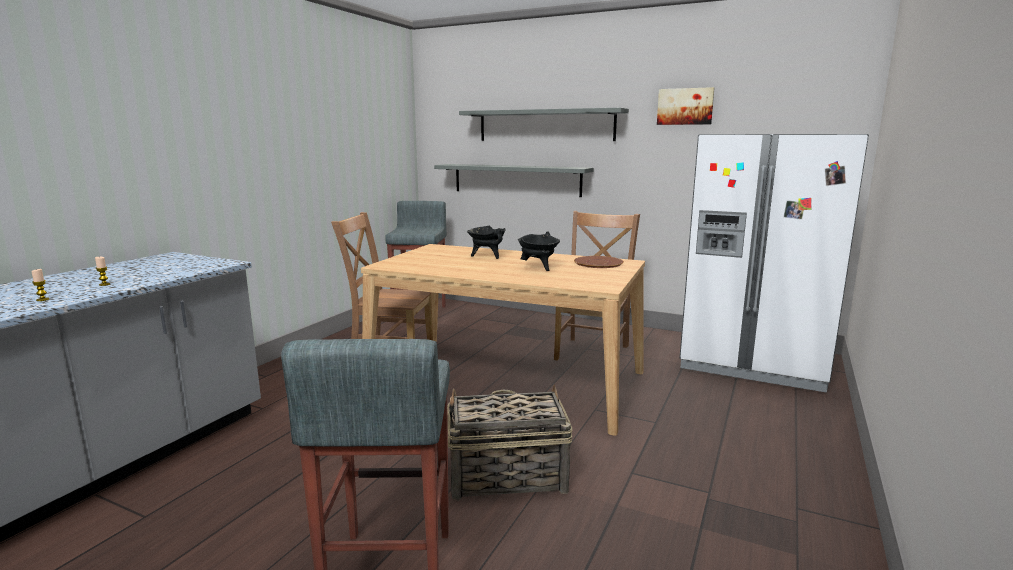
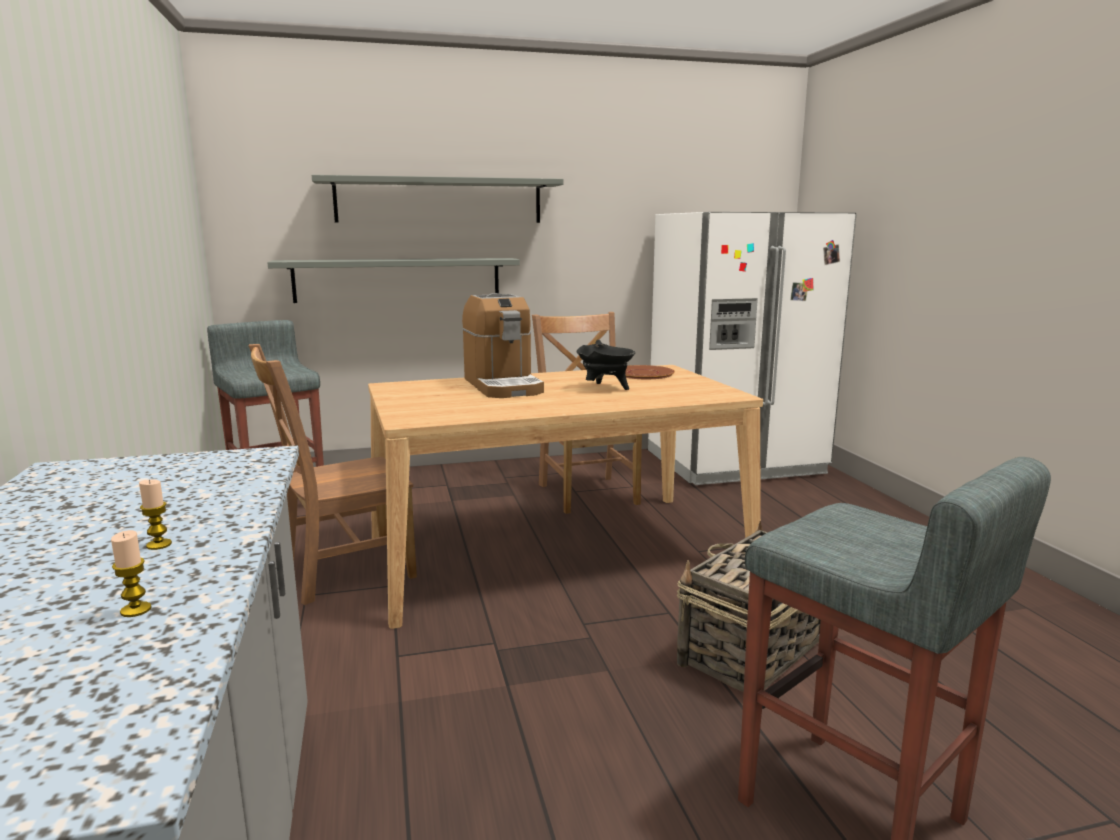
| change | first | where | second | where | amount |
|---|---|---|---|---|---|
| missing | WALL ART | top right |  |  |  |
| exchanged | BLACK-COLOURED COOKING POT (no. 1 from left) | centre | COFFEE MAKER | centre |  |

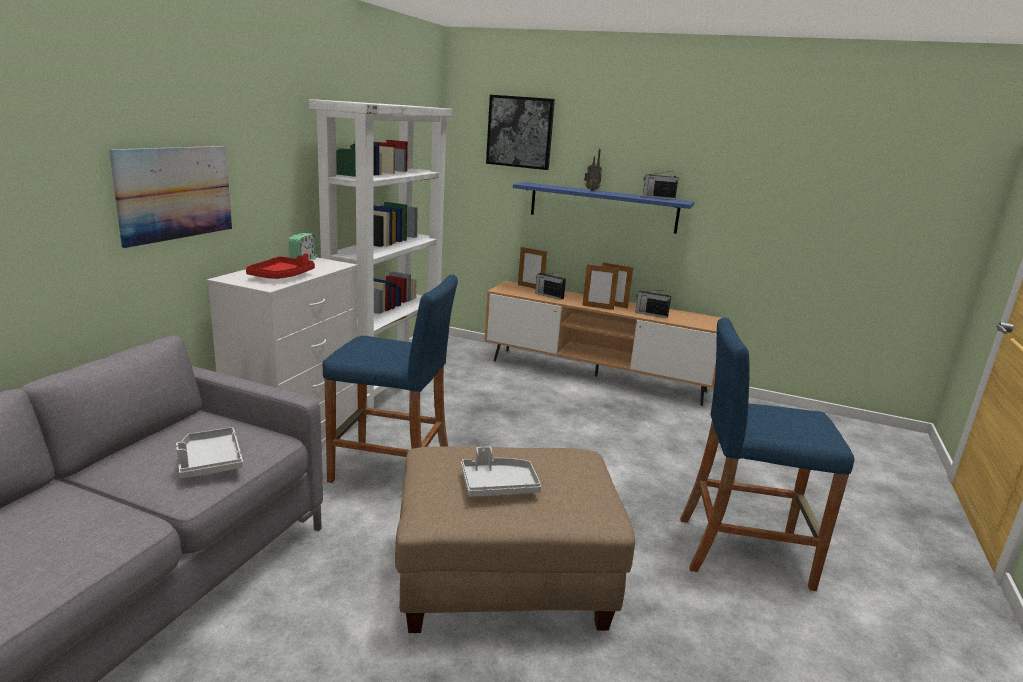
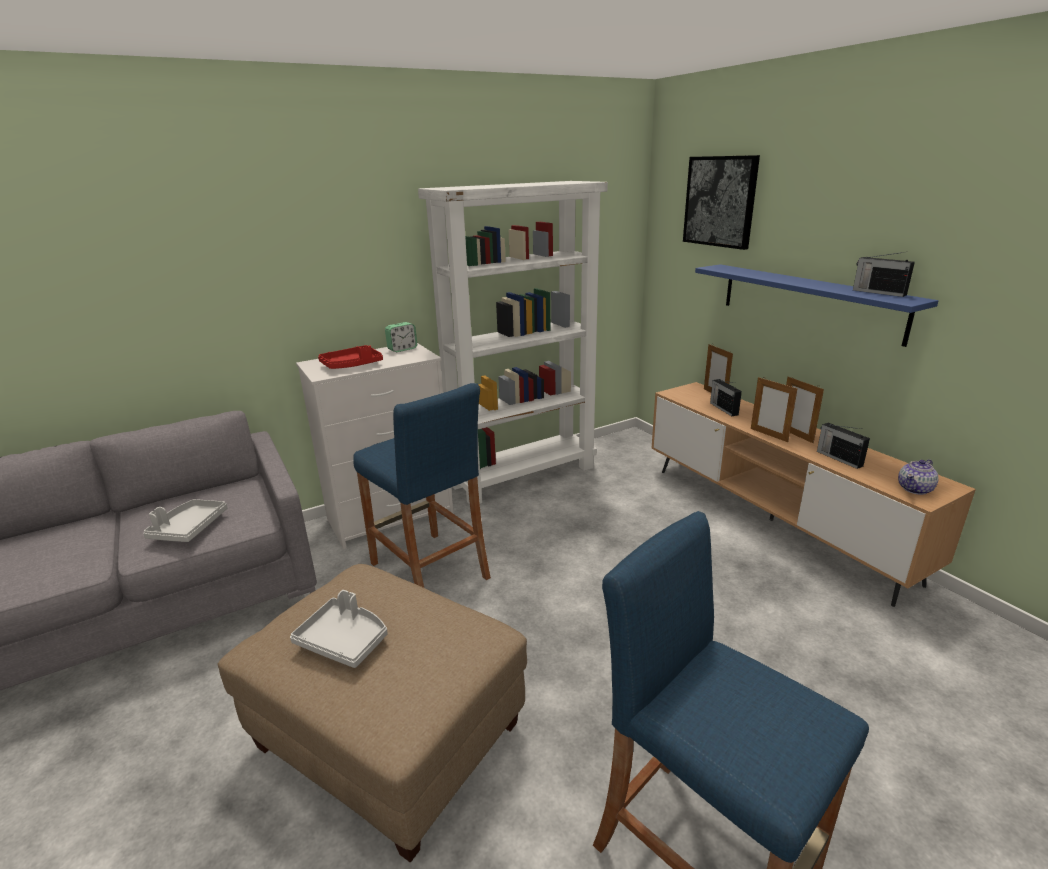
| change | first | where | second | where | amount |
|---|---|---|---|---|---|
| missing | WALL ART (no. 1 from left) | top left |  |  |  |
| missing | RADIO (no. 2 from left) | top centre |  |  |  |
| appeared |  |  | TEAPOT | middle right |  |

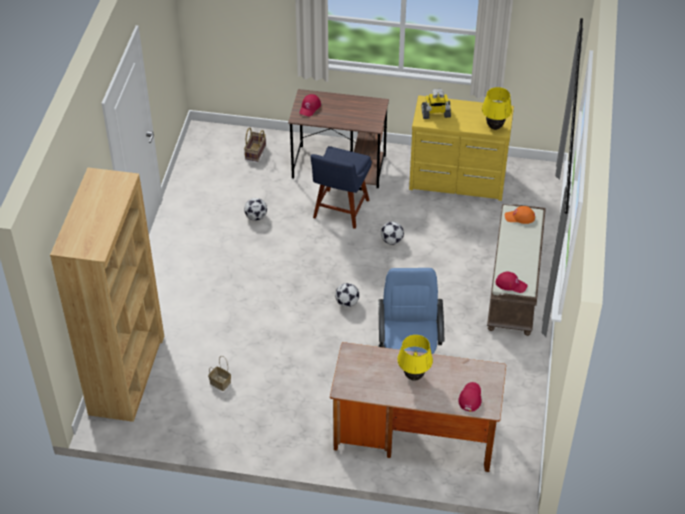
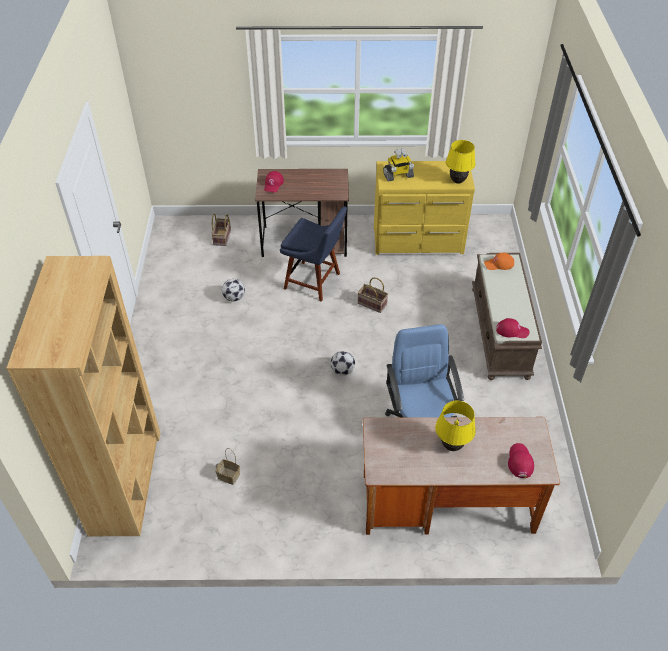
| change | first | where | second | where | amount |
|---|---|---|---|---|---|
| spun | BLUE-COLOURED CHAIR | centre |  | centre | 75 degrees counterclockwise |
| exchanged | BALL FOR FOOTBALL (no. 3 from left) | centre | BASKET (no. 3 from left) | centre |  |

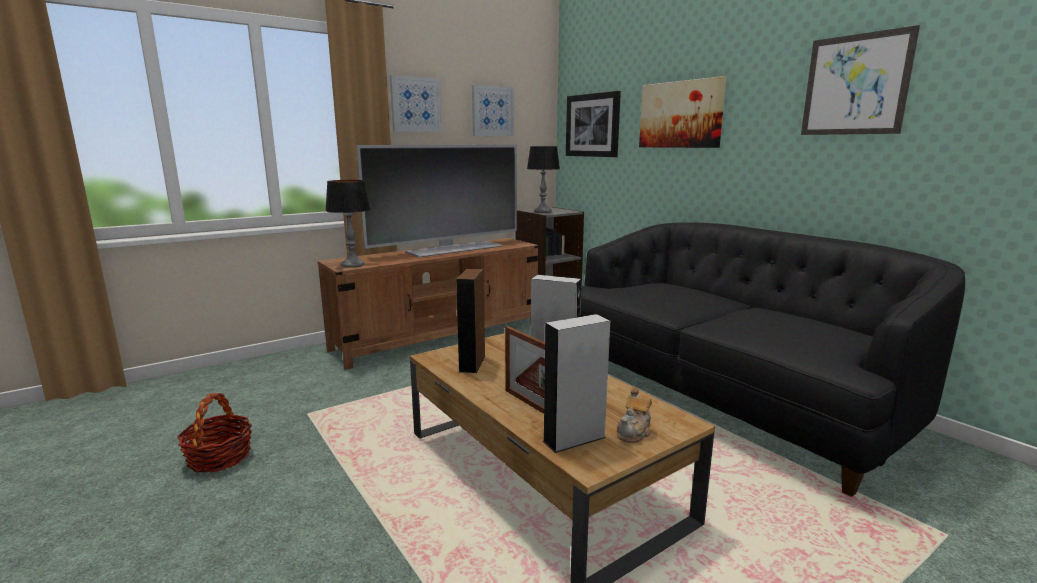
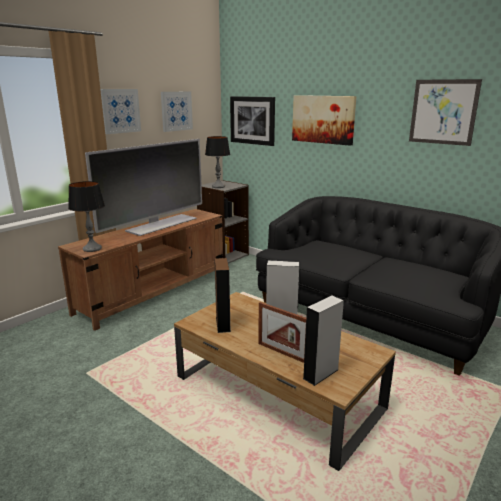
| change | first | where | second | where | amount |
|---|---|---|---|---|---|
| missing | TEAPOT | bottom centre |  |  |  |
| missing | BASKET | bottom left |  |  |  |

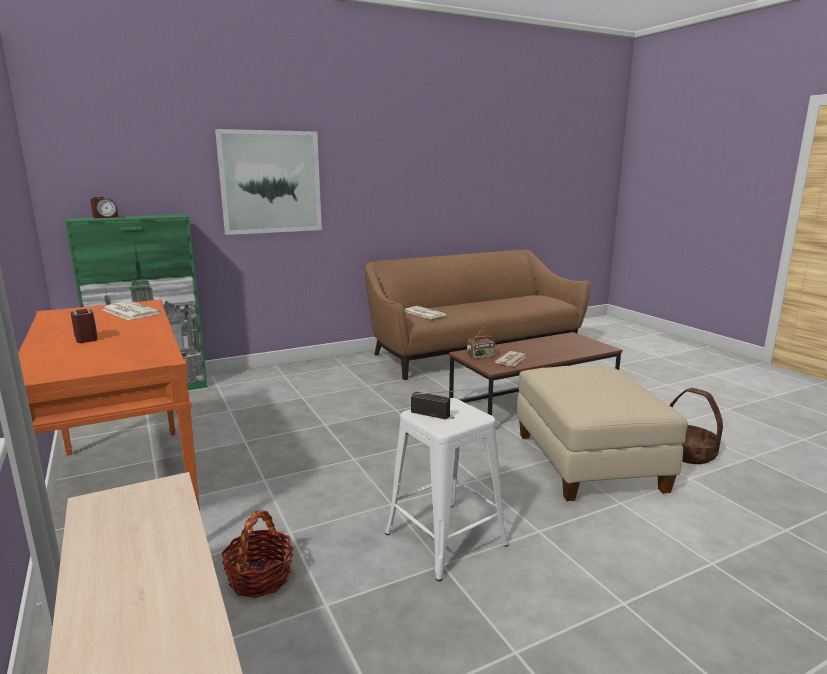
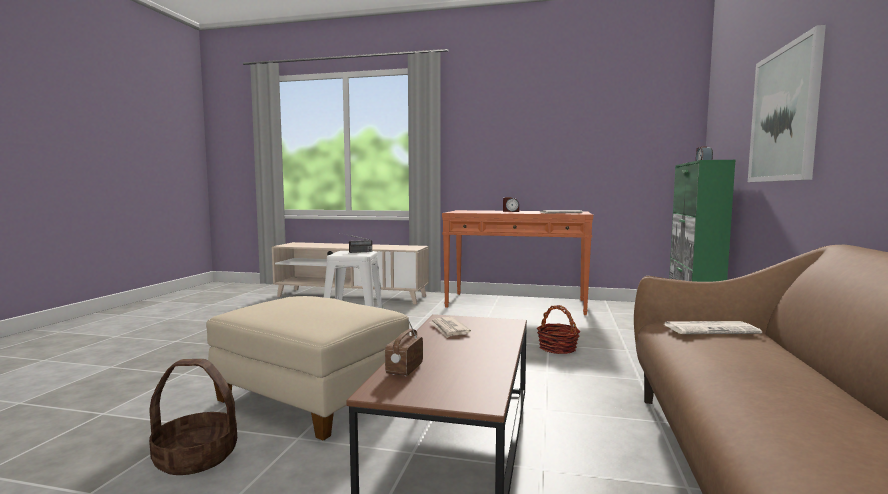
| change | first | where | second | where | amount |
|---|---|---|---|---|---|
| relocated | RADIO (no. 2 from left) | centre |  | bottom centre |  |
| relocated | BASKET (no. 1 from left in the first image) | bottom left | BASKET (no. 2 from left) | centre |  |

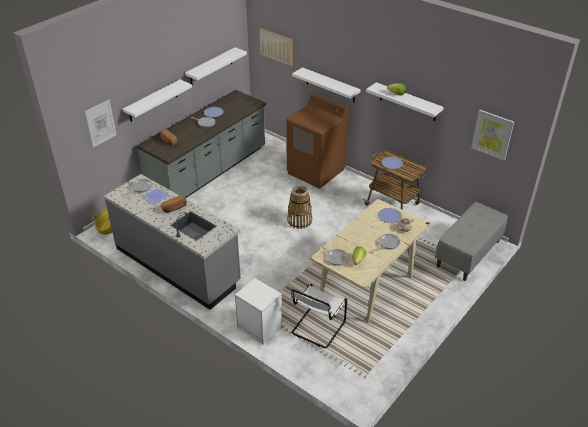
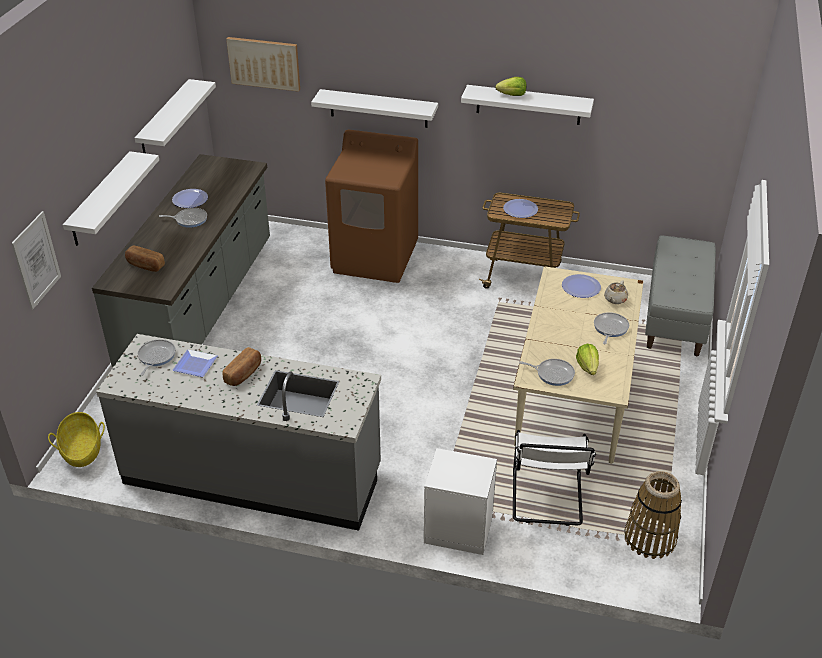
| change | first | where | second | where | amount |
|---|---|---|---|---|---|
| missing | WALL ART (no. 3 from left) | top right |  |  |  |
| relocated | BASKET (no. 2 from left) | centre |  | bottom right |  |

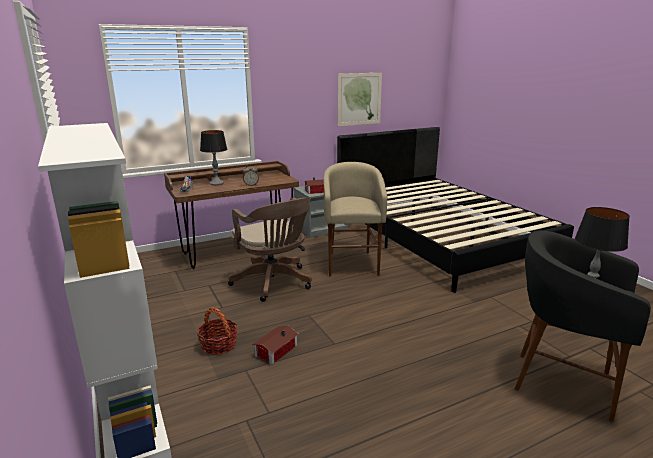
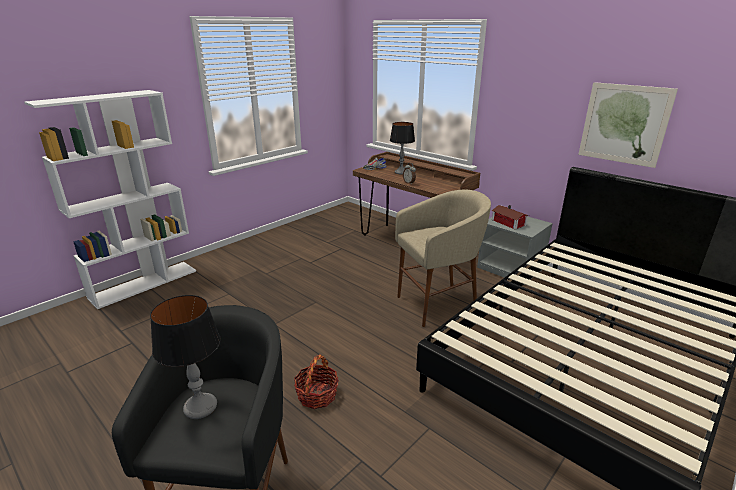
| change | first | where | second | where | amount |
|---|---|---|---|---|---|
| missing | BROWN COMPUTER CHAIR | centre |  |  |  |
| relocated | BASKET | bottom left |  | bottom centre |  |
| missing | TOY HOUSE (no. 1 from left) | bottom centre |  |  |  |

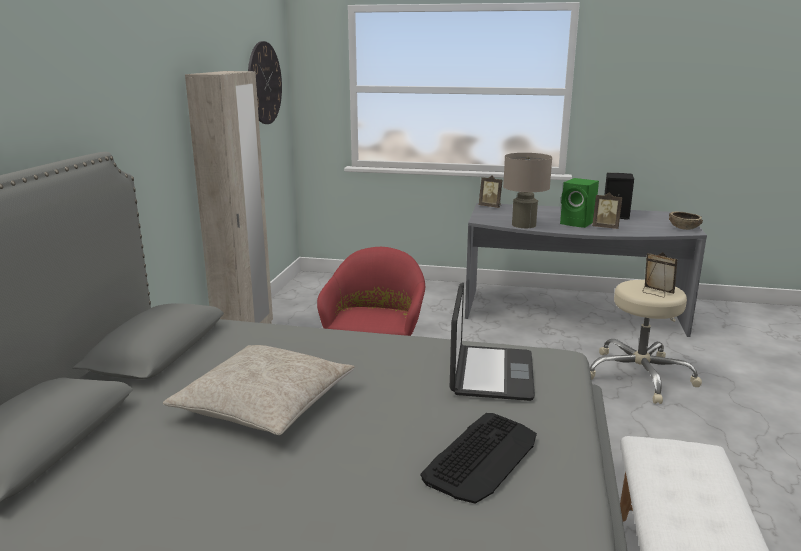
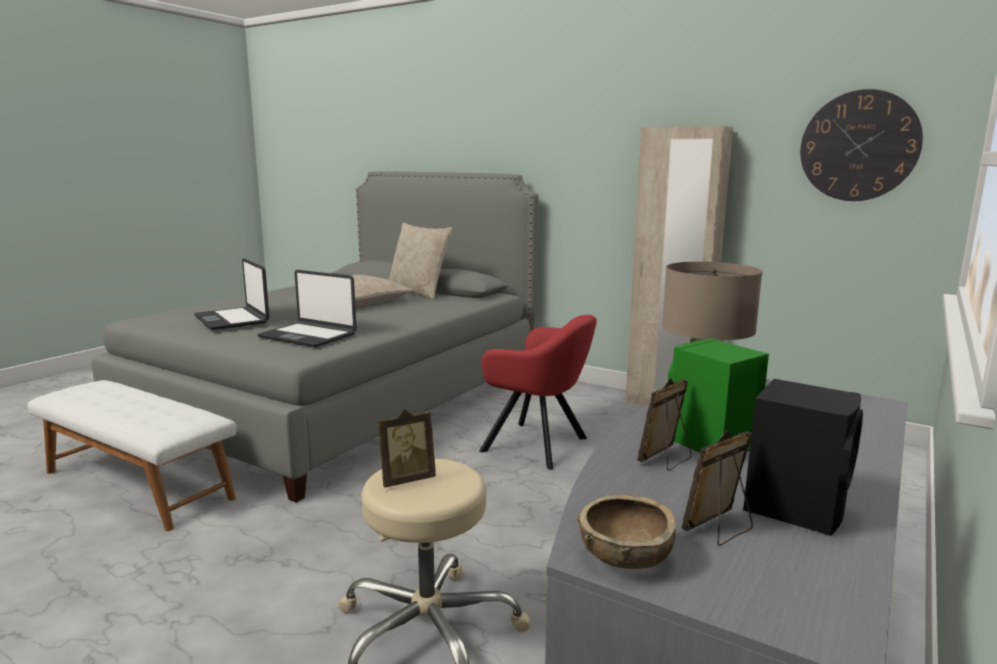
| change | first | where | second | where | amount |
|---|---|---|---|---|---|
| relocated | STANDING FRAME (no. 1 from left in the first image) | centre | STANDING FRAME (no. 3 from left) | bottom right |  |
| exchanged | KEYBOARD | bottom centre | PORTABLE COMPUTER (no. 1 from left) | middle left |  |
| appeared |  |  | BEIGE PILLOW (no. 2 from left) | centre |  |

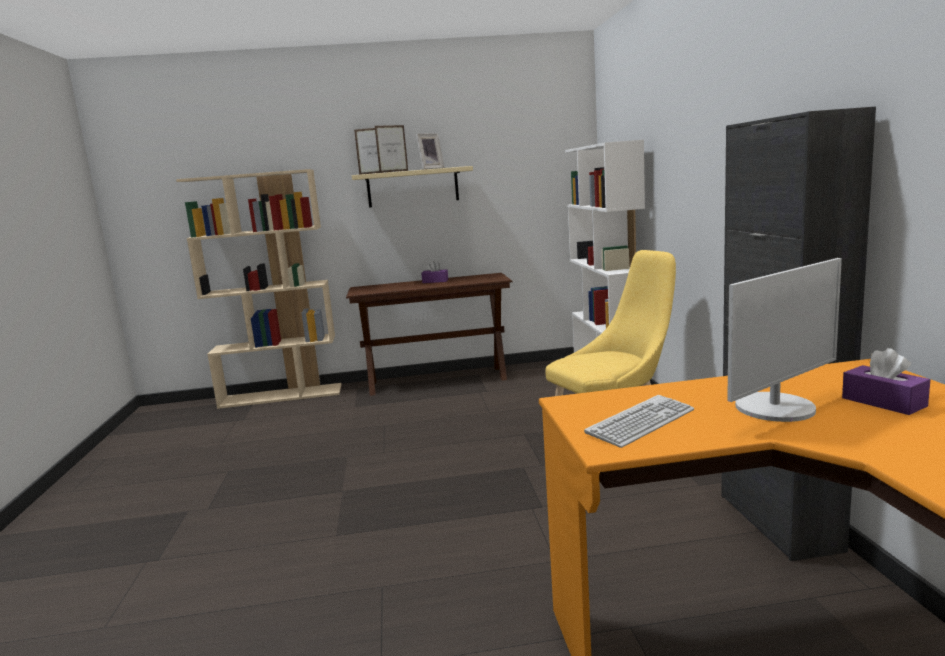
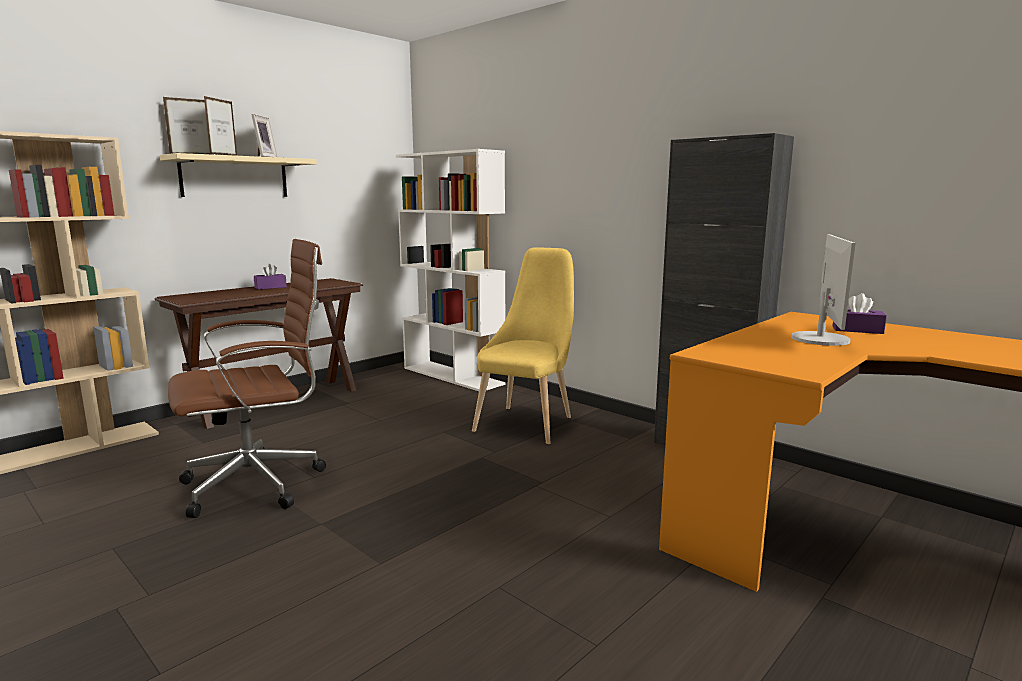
| change | first | where | second | where | amount |
|---|---|---|---|---|---|
| missing | KEYBOARD | middle right |  |  |  |
| appeared |  |  | BROWN COMPUTER CHAIR | middle left |  |

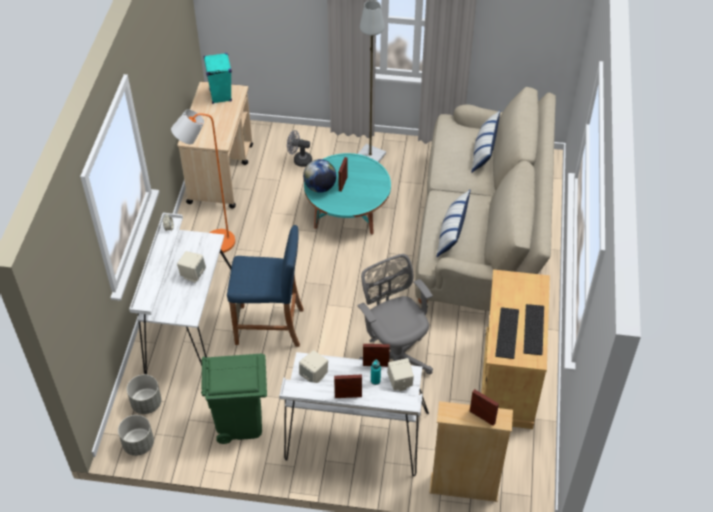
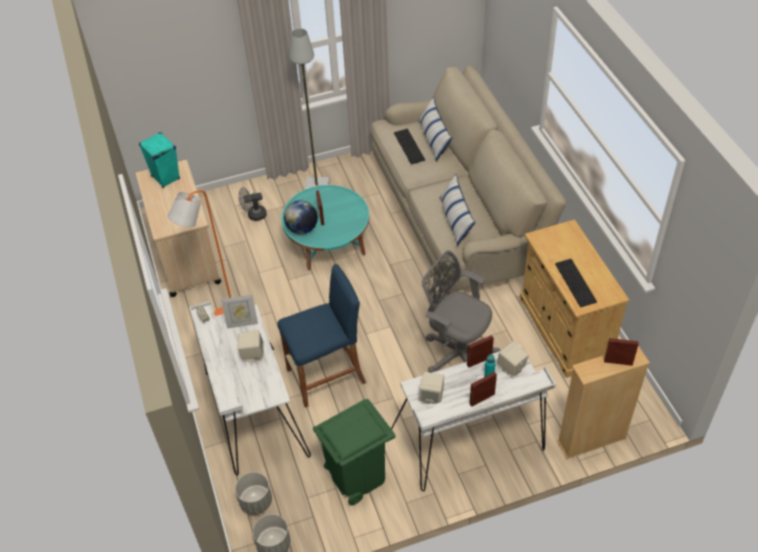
| change | first | where | second | where | amount |
|---|---|---|---|---|---|
| relocated | KEYBOARD (no. 2 from left in the first image) | middle right | KEYBOARD (no. 1 from left) | top centre |  |
| appeared |  |  | STANDING FRAME (no. 1 from left) | middle left |  |

